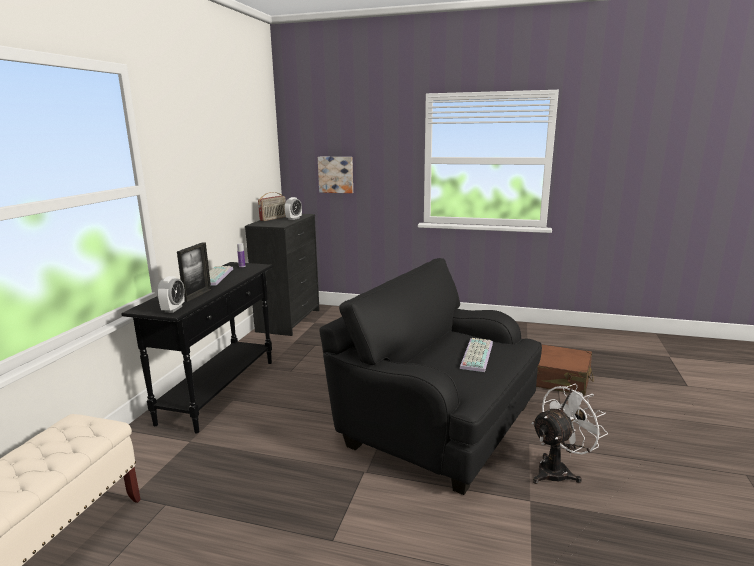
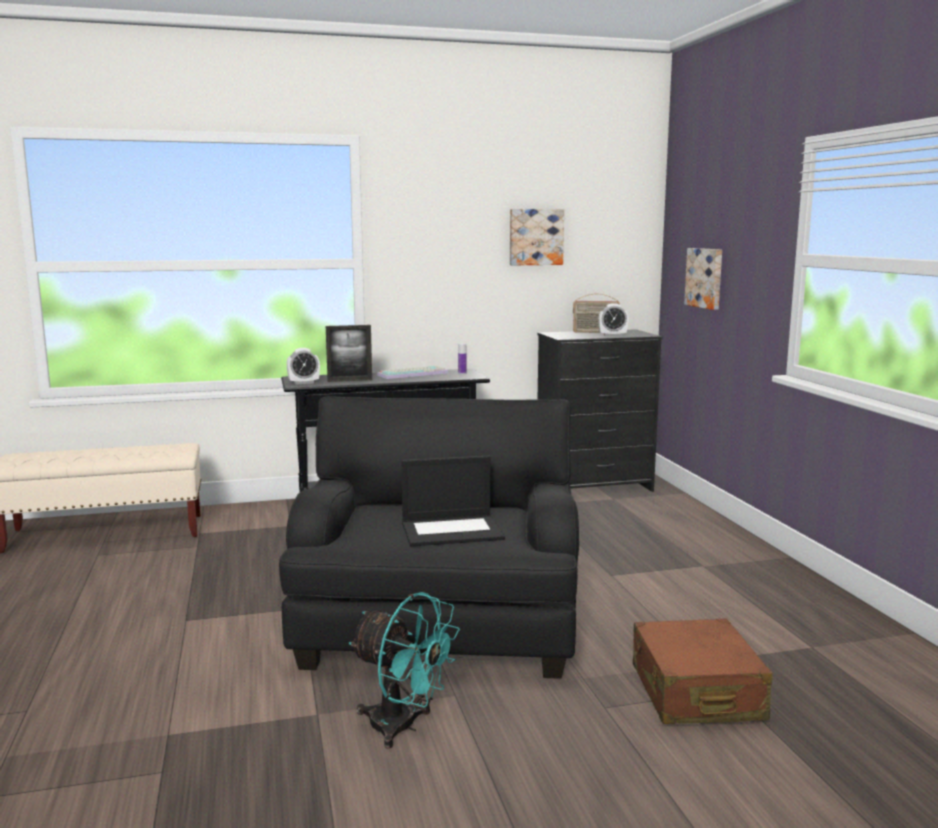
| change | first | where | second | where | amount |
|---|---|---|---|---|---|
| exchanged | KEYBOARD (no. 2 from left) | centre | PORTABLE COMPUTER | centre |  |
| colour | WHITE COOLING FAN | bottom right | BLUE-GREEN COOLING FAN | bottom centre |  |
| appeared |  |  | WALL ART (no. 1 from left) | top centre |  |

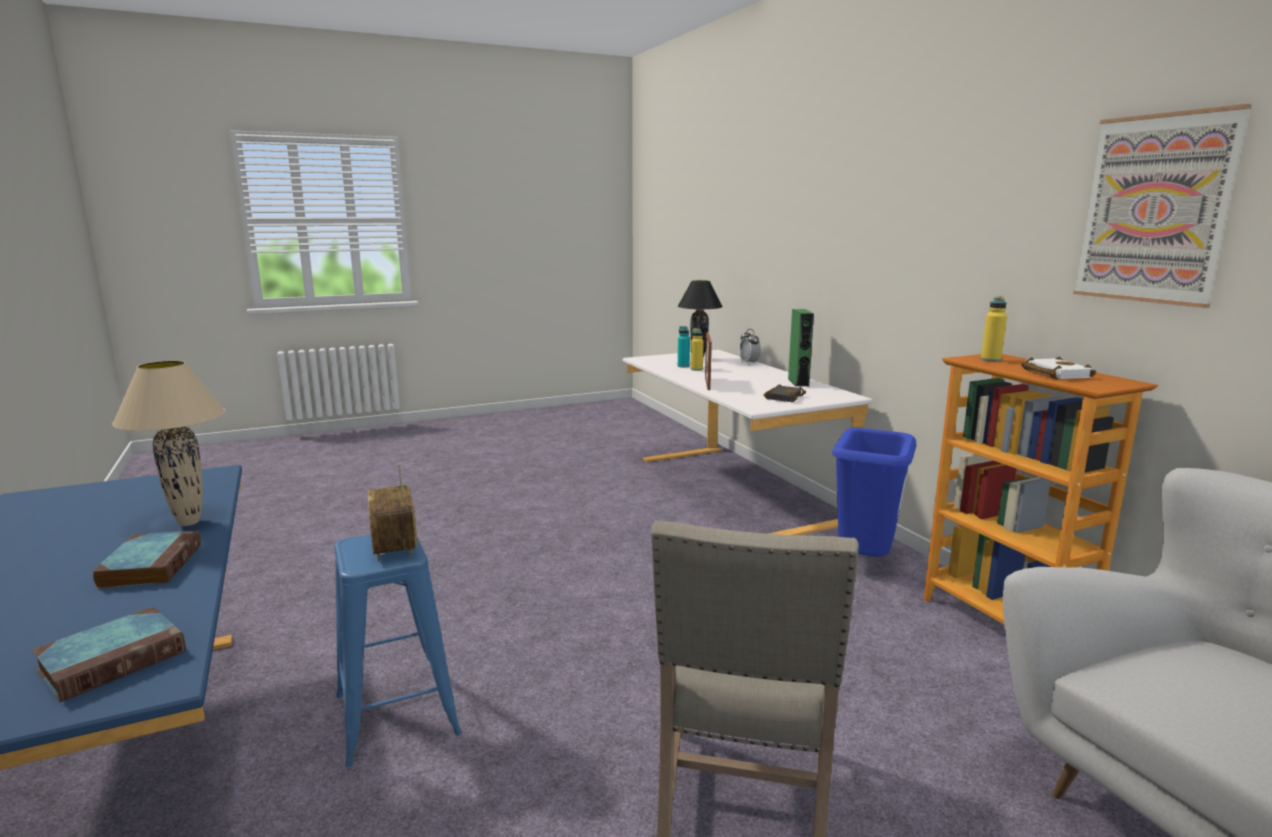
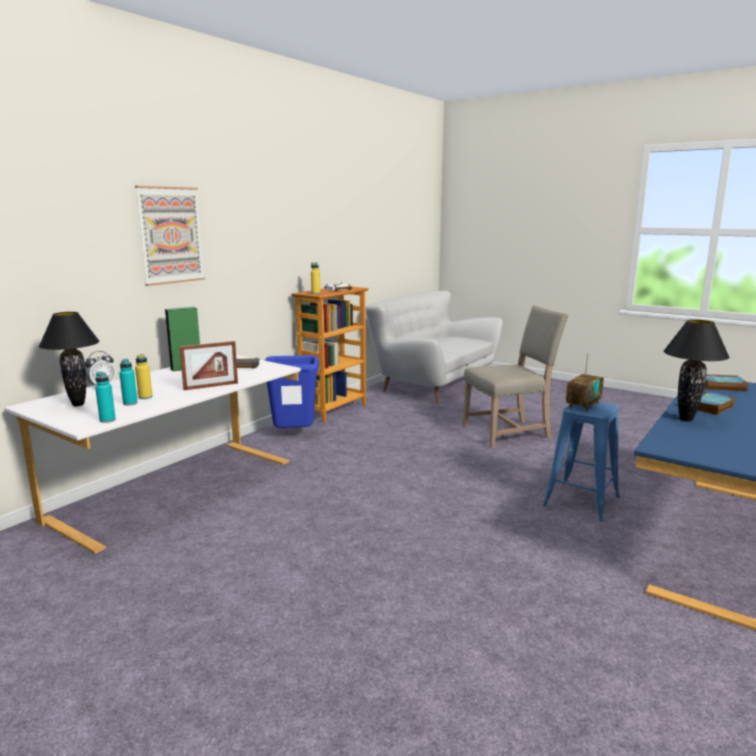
| change | first | where | second | where | amount |
|---|---|---|---|---|---|
| relocated | WALL ART | top right |  | top left |  |
| colour | BEIGE TABLETOP LAMP | middle left | BLACK-COLOURED TABLETOP LAMP (no. 2 from left) | middle right |  |
| appeared |  |  | BLUE-GREEN BOTTLE (no. 1 from left) | middle left |  |

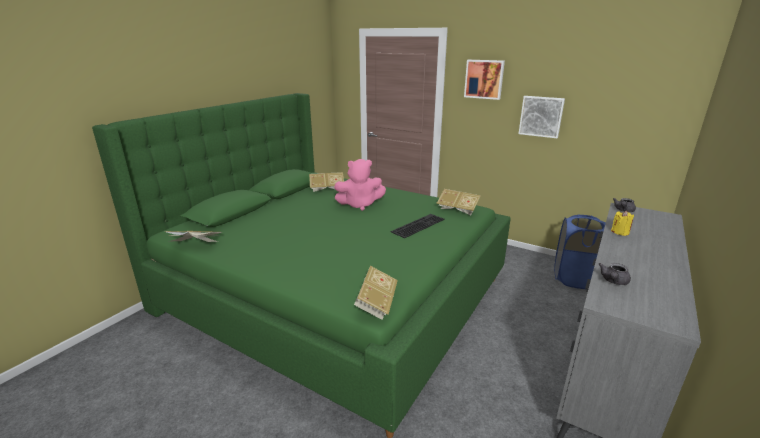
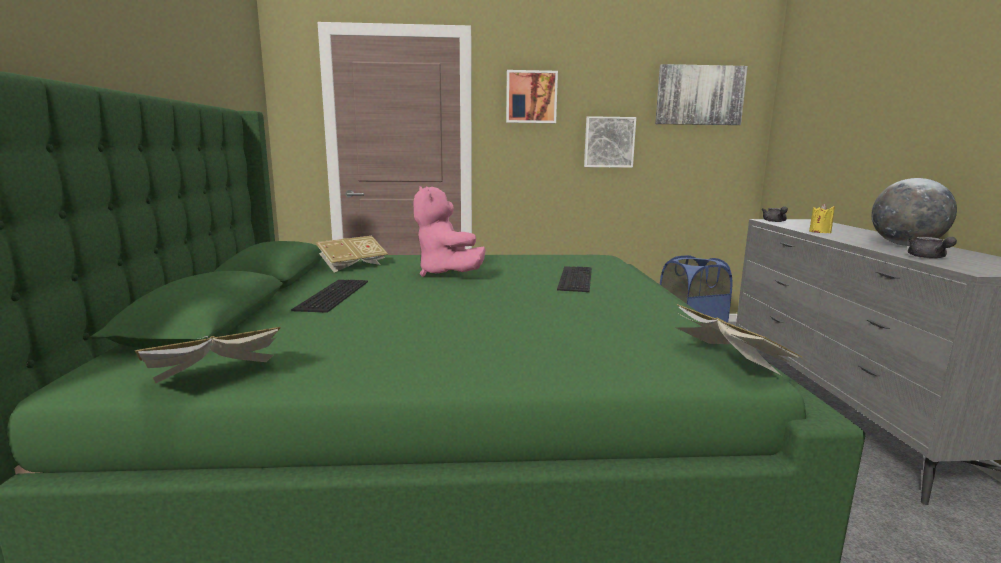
| change | first | where | second | where | amount |
|---|---|---|---|---|---|
| spun | PINK CUDDLY TOY | centre |  | centre | 105 degrees clockwise |
| missing | BOOK (no. 4 from left) | centre |  |  |  |
| appeared |  |  | WALL ART (no. 3 from left) | top right |  |
| appeared |  |  | WORLD GLOBE | middle right |  |
| appeared |  |  | KEYBOARD (no. 1 from left) | middle left |  |

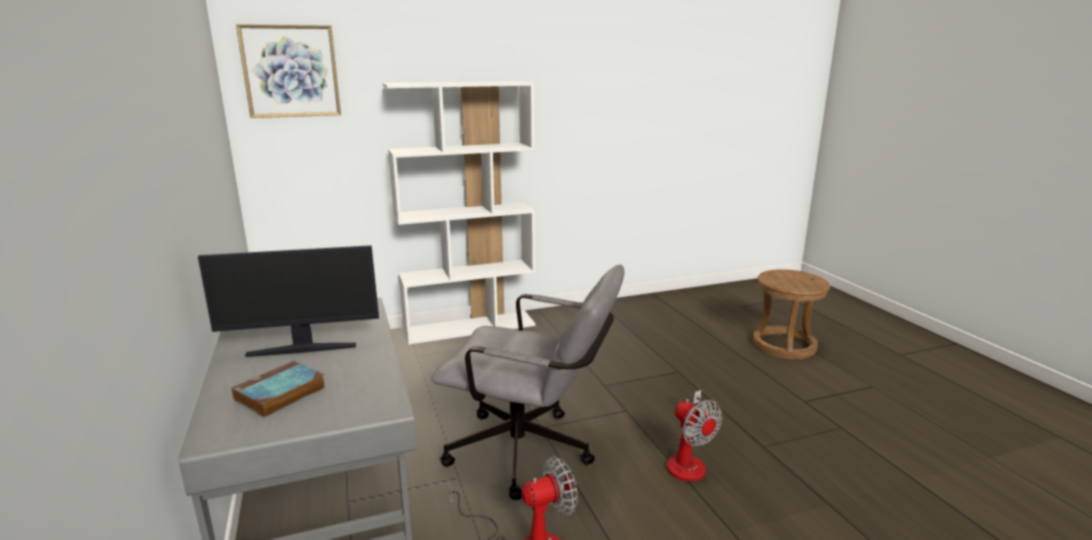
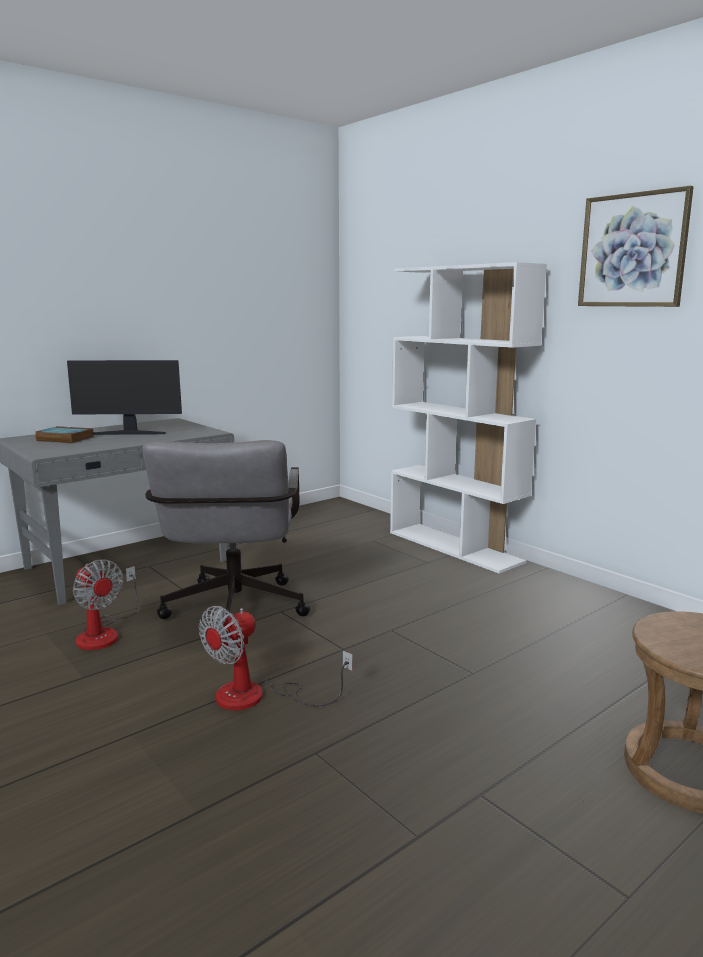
| change | first | where | second | where | amount |
|---|---|---|---|---|---|
| relocated | WALL ART | top left |  | top right |  |
| spun | COMPUTER SCREEN | middle left |  | middle left | 60 degrees counterclockwise |

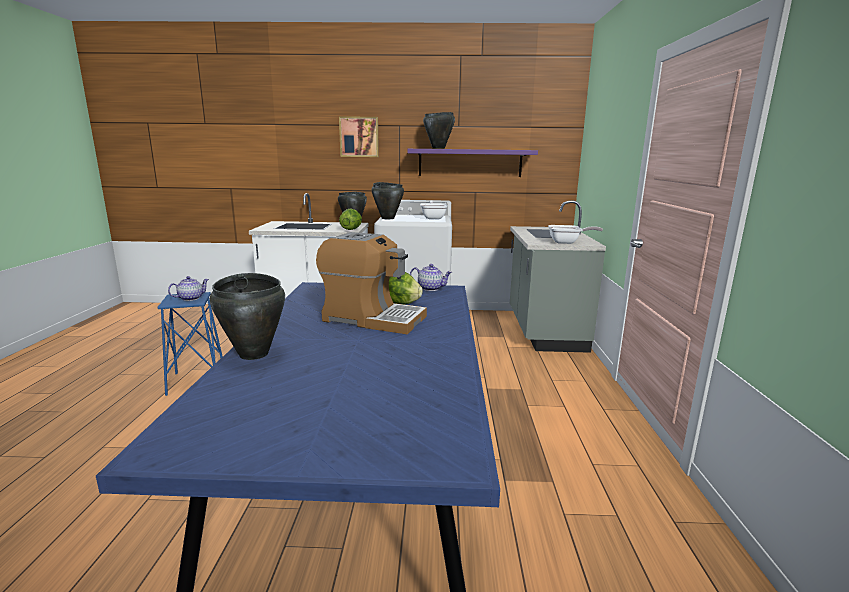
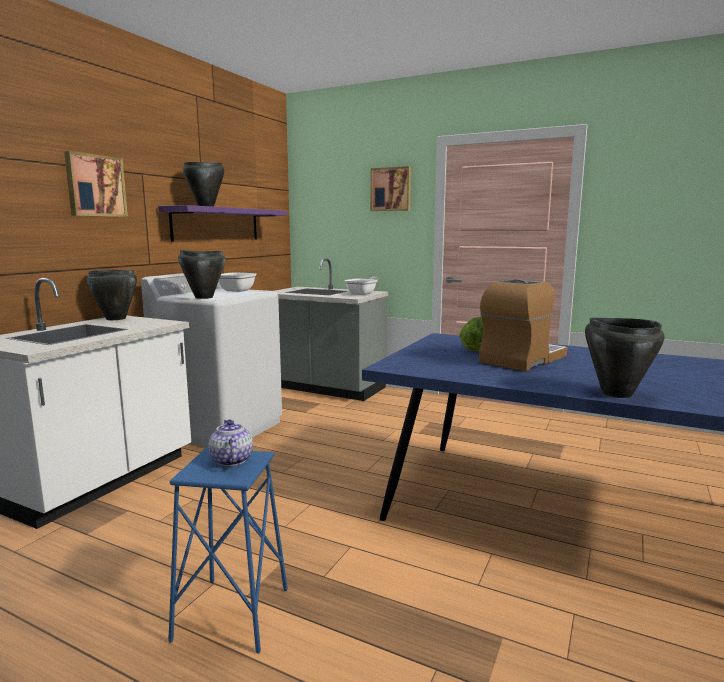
| change | first | where | second | where | amount |
|---|---|---|---|---|---|
| missing | LETTUCE HEAD (no. 1 from left) | centre |  |  |  |
| missing | TEAPOT (no. 2 from left) | centre |  |  |  |
| appeared |  |  | WALL ART (no. 2 from left) | top centre |  |

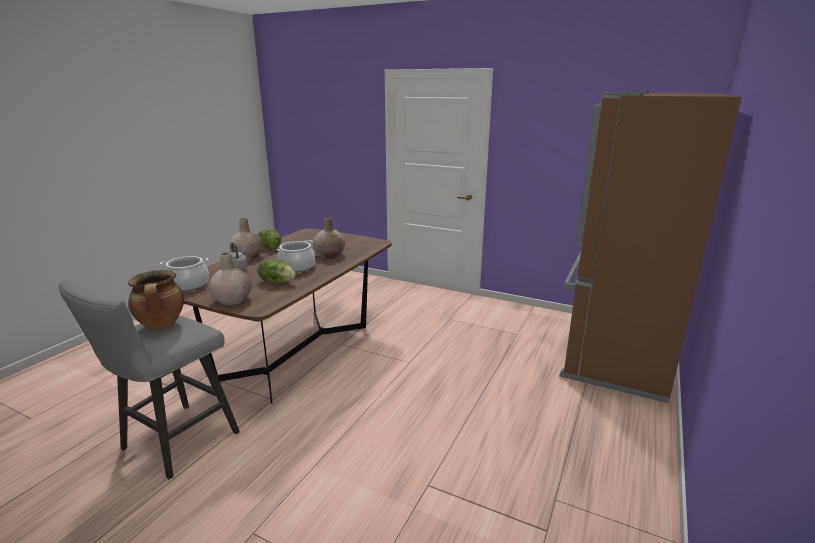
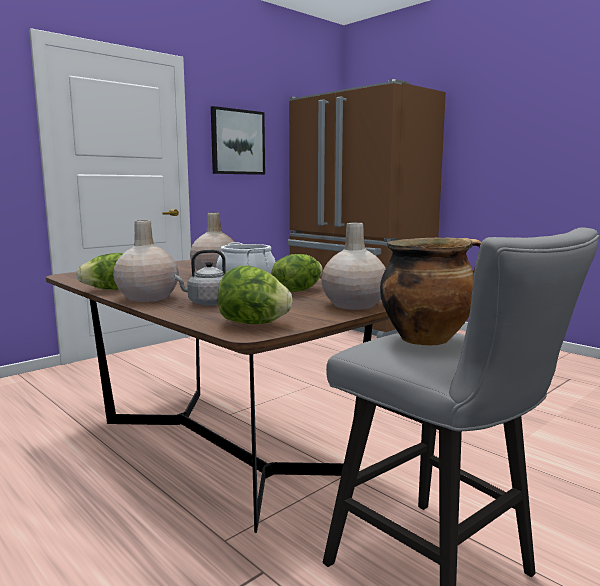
| change | first | where | second | where | amount |
|---|---|---|---|---|---|
| exchanged | COOKING POT (no. 2 from left) | middle left | LETTUCE HEAD (no. 2 from left) | centre |  |
| appeared |  |  | WALL ART | top centre |  |

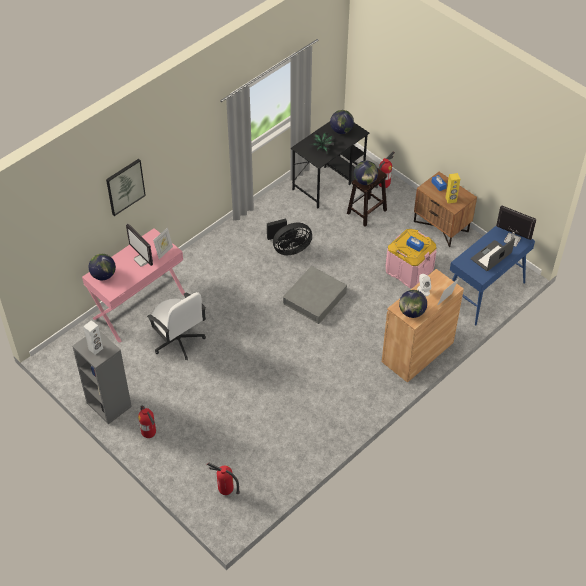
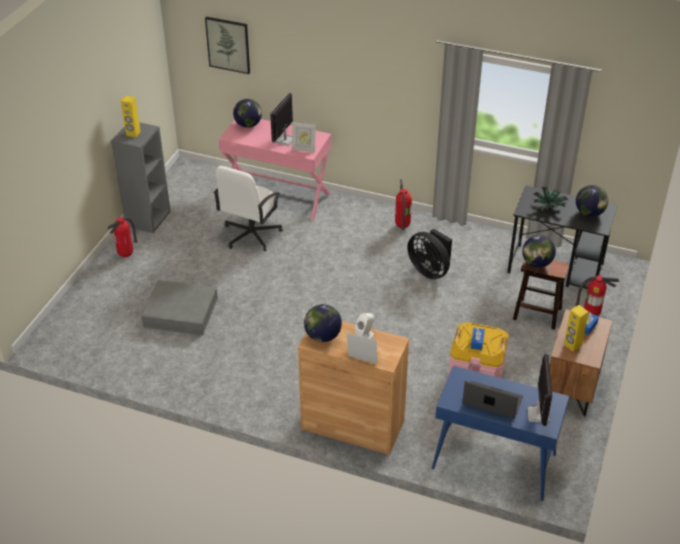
| change | first | where | second | where | amount |
|---|---|---|---|---|---|
| relocated | WALL ART | top left |  | top centre |  |
| relocated | GRAY STORAGE BIN | centre |  | middle left |  |
| colour | WHITE SPEAKER (no. 1 from left) | middle left | YELLOW-COLOURED SPEAKER (no. 1 from left) | top left |  |
| relocated | FIRE EXTINGUISHER (no. 2 from left) | bottom centre |  | centre |  |

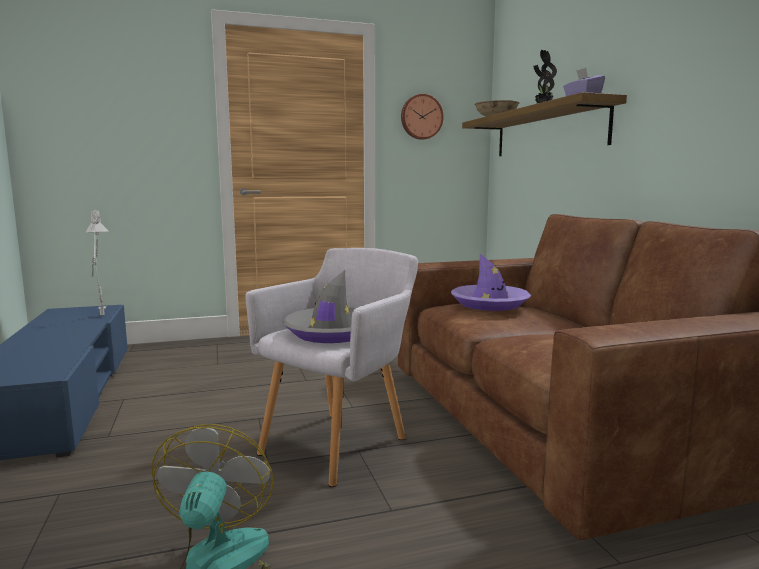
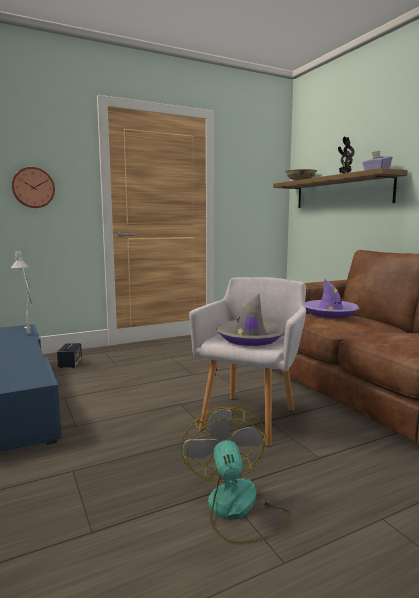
| change | first | where | second | where | amount |
|---|---|---|---|---|---|
| relocated | WALL CLOCK | top centre |  | top left |  |
| appeared |  |  | SPEAKER | middle left |  |

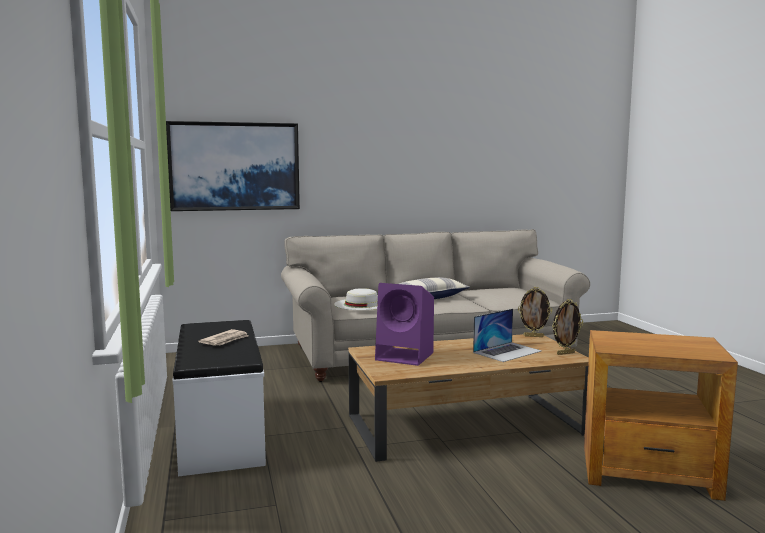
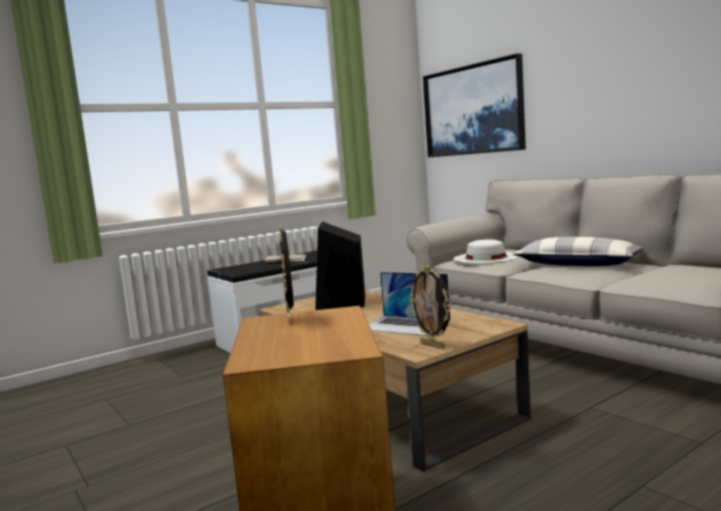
| change | first | where | second | where | amount |
|---|---|---|---|---|---|
| colour | PURPLISH SPEAKER | centre | BLACK-COLOURED SPEAKER | centre |  |
| relocated | STANDING FRAME (no. 1 from left) | middle right |  | centre |  |

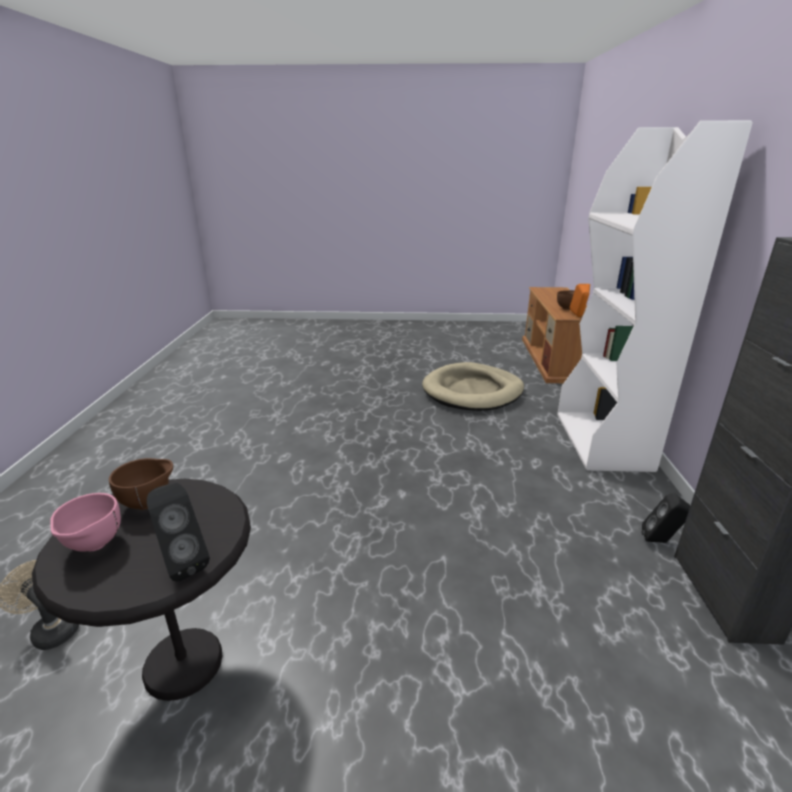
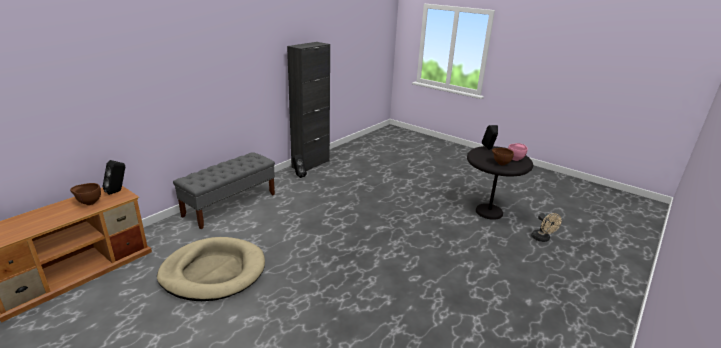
| change | first | where | second | where | amount |
|---|---|---|---|---|---|
| exchanged | WHITE BOOKCASE | middle right | GRAY BENCH | middle left |  |
| colour | ORANGEY SPEAKER | middle right | BLACK-COLOURED SPEAKER (no. 1 from left) | middle left |  |

